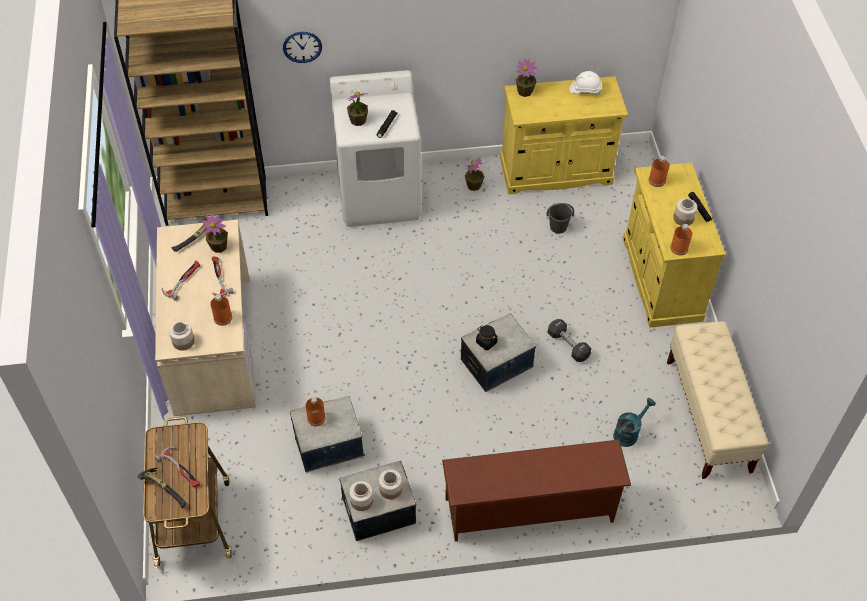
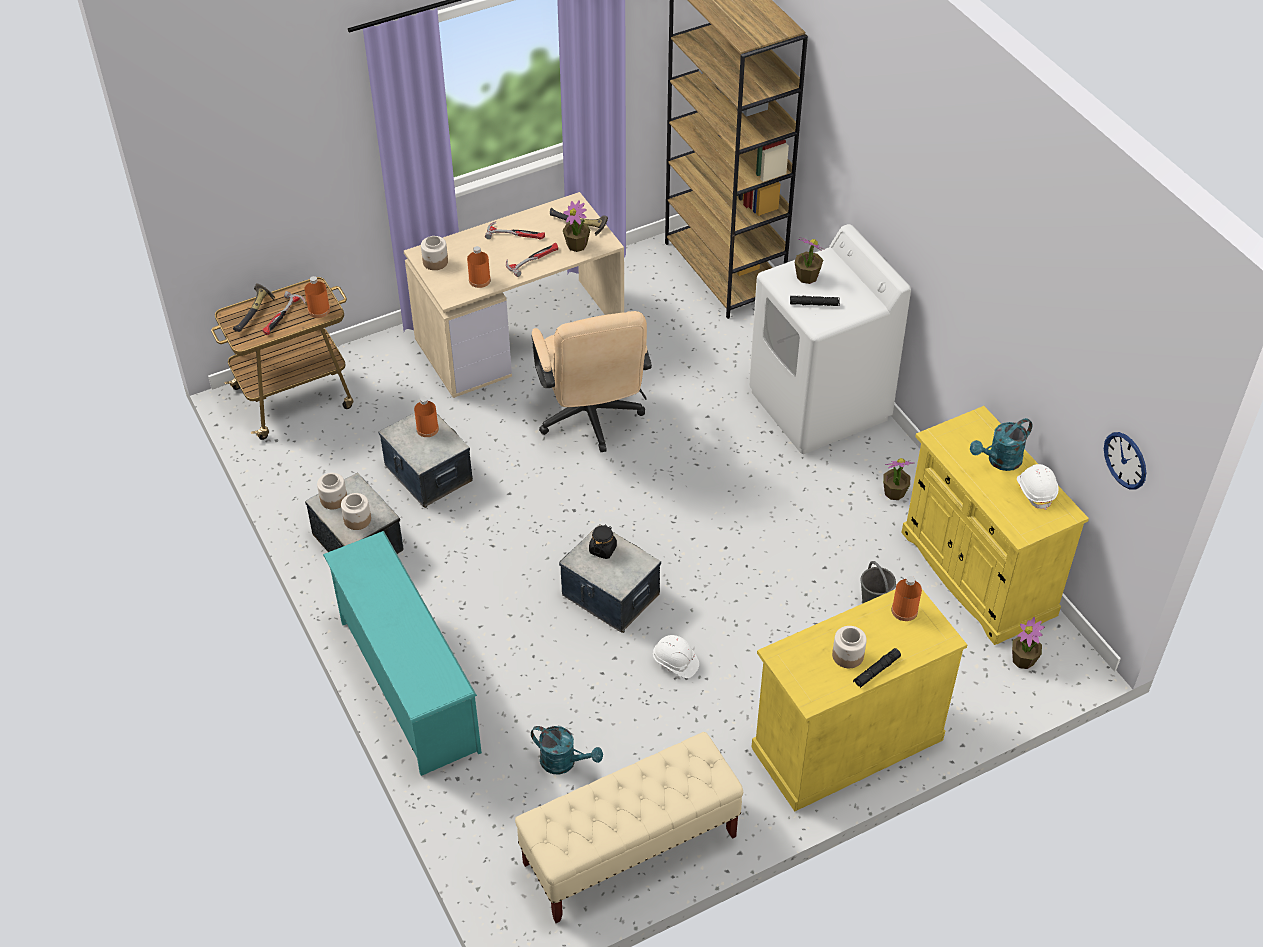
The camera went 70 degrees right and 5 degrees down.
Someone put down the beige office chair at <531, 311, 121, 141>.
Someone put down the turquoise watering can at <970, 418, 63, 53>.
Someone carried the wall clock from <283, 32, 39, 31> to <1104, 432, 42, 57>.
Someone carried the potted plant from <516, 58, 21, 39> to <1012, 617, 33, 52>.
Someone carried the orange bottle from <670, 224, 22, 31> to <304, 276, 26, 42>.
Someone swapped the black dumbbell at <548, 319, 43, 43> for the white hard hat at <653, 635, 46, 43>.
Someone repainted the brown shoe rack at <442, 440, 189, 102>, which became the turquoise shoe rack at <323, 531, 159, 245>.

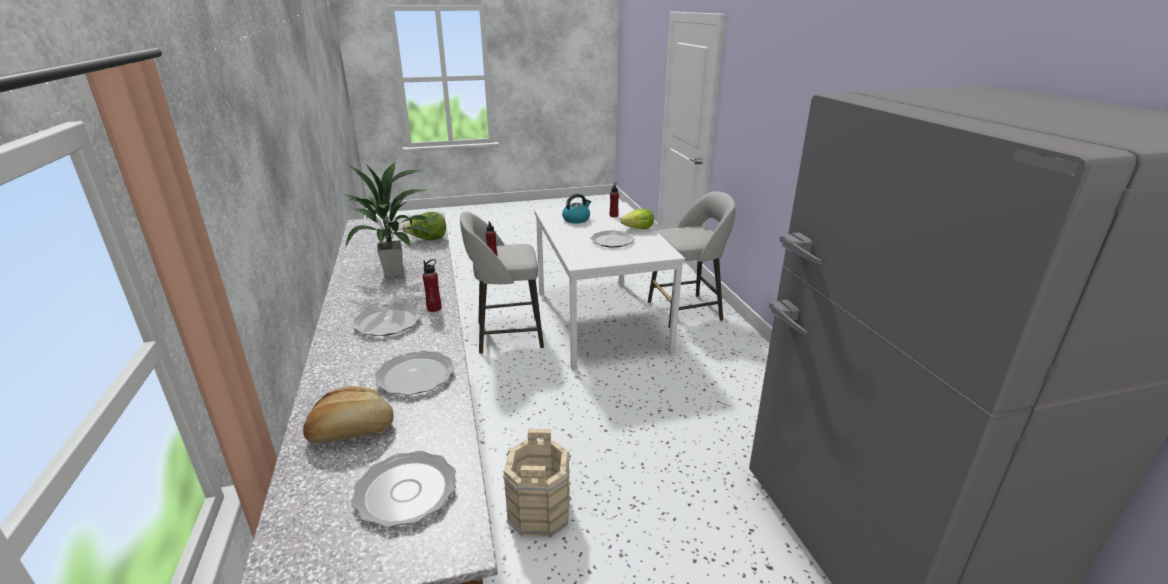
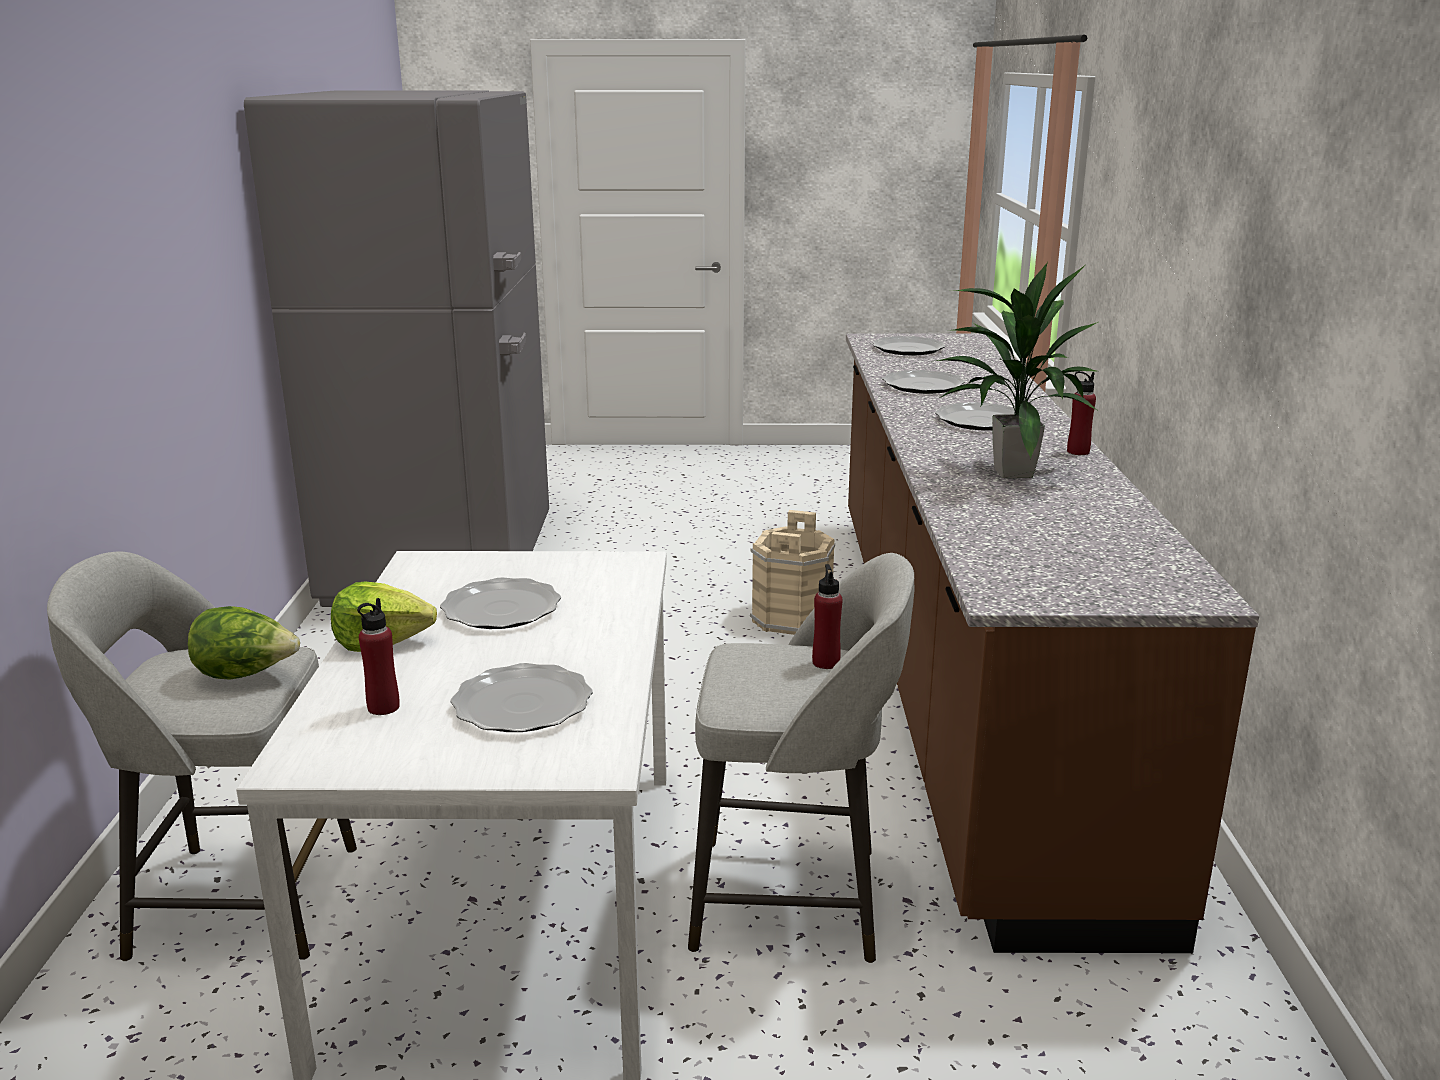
The camera went 165 degrees left and 5 degrees down.
Someone took away the bread at <303, 386, 91, 57>.
Someone carried the lettuce from <402, 212, 44, 28> to <188, 606, 112, 74>.
Someone carried the red bottle from <423, 259, 19, 53> to <1067, 371, 29, 84>.
Someone swapped the kettle at <562, 194, 29, 29> for the plate at <450, 663, 143, 69>.

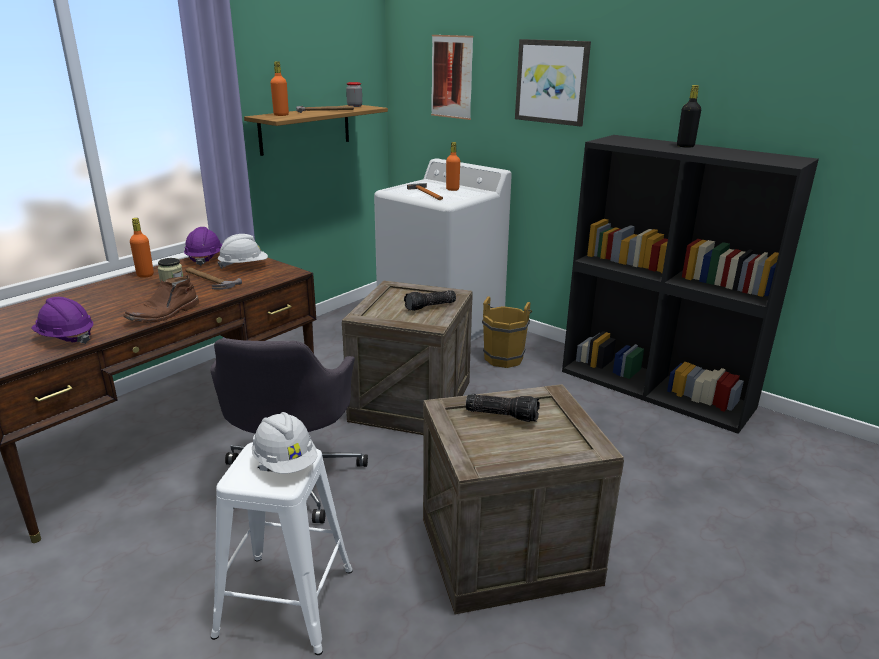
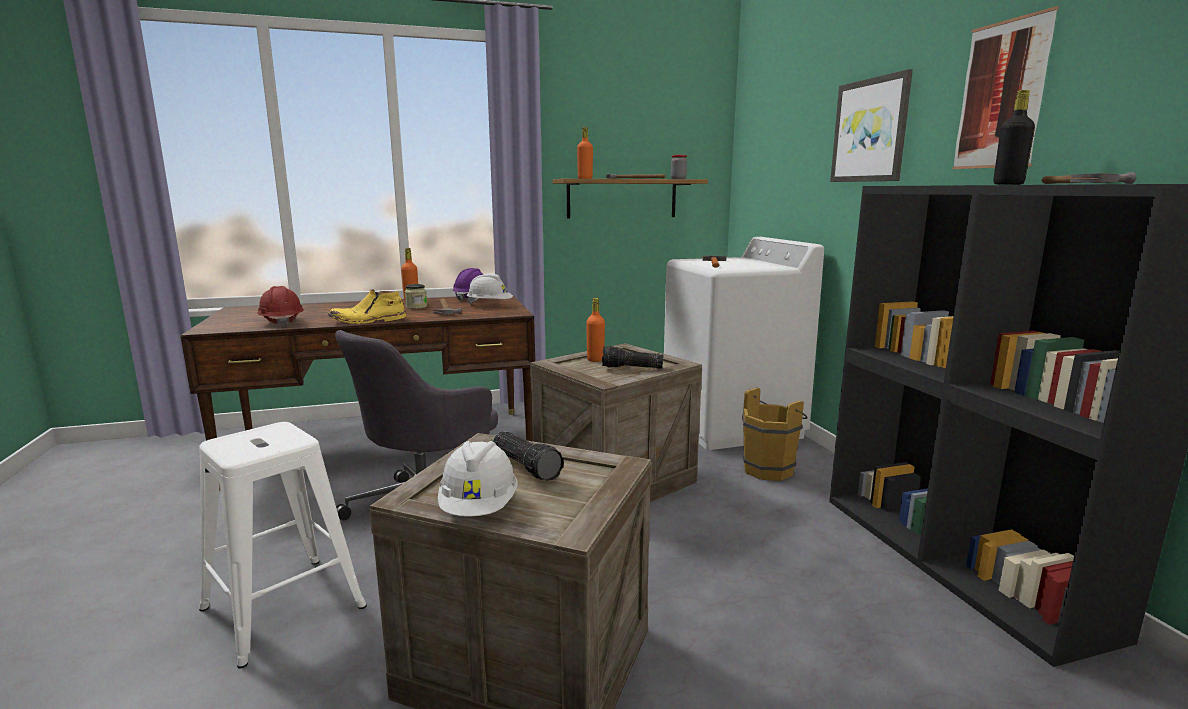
The camera went 35 degrees right and 10 degrees down.
Someone put down the hammer at <1041, 172, 95, 12>.
Someone carried the white hard hat from <252, 412, 66, 62> to <438, 441, 80, 76>.
Someone carried the picture from <431, 35, 43, 85> to <952, 6, 107, 163>.
Someone carried the orange bottle from <446, 142, 14, 49> to <586, 298, 19, 64>.
Someone repainted the purple hard hat at <31, 297, 63, 47>, which became the red hard hat at <258, 286, 46, 41>.
Someone repainted the brown boot at <123, 275, 76, 47>, which became the yellow boot at <328, 289, 78, 35>.

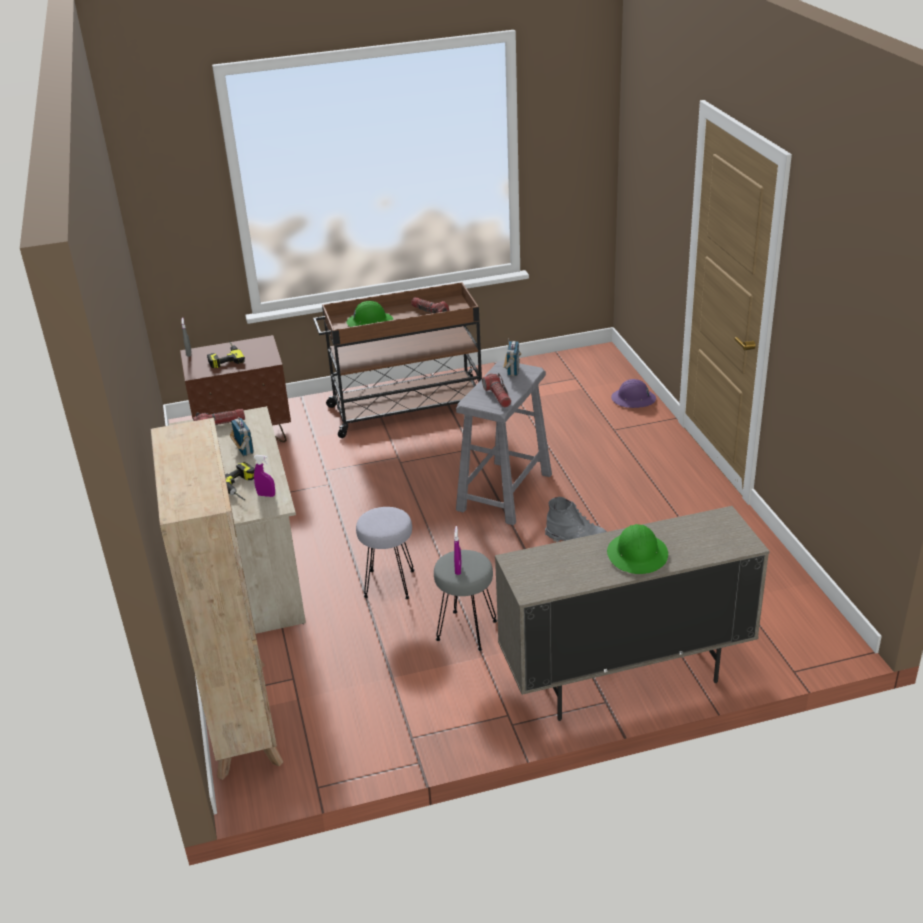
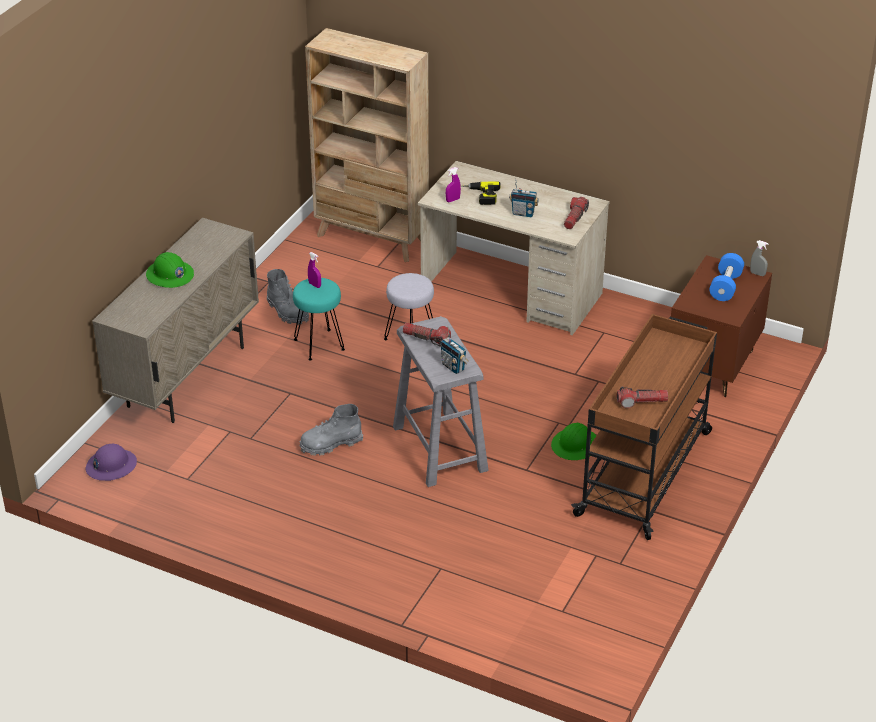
The camera went 130 degrees right and 5 degrees up.
Someone put down the grey boot at <267, 269, 42, 56>.
Someone carried the green hard hat from <346, 301, 47, 26> to <551, 423, 45, 37>.
Someone carried the purple hard hat from <611, 379, 45, 29> to <86, 444, 51, 37>.
Someone swapped the power drill at <207, 341, 38, 27> for the blue dumbbell at <709, 253, 35, 48>.
Someone repainted the grey stool at <434, 550, 63, 101>, which became the turquoise stool at <293, 278, 52, 83>.

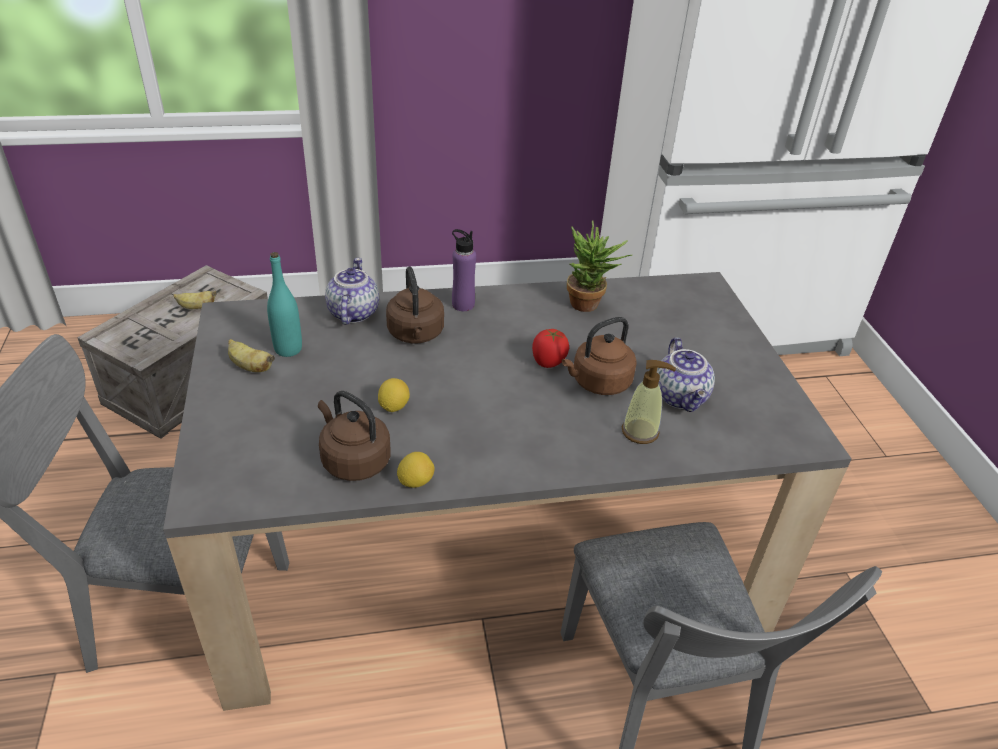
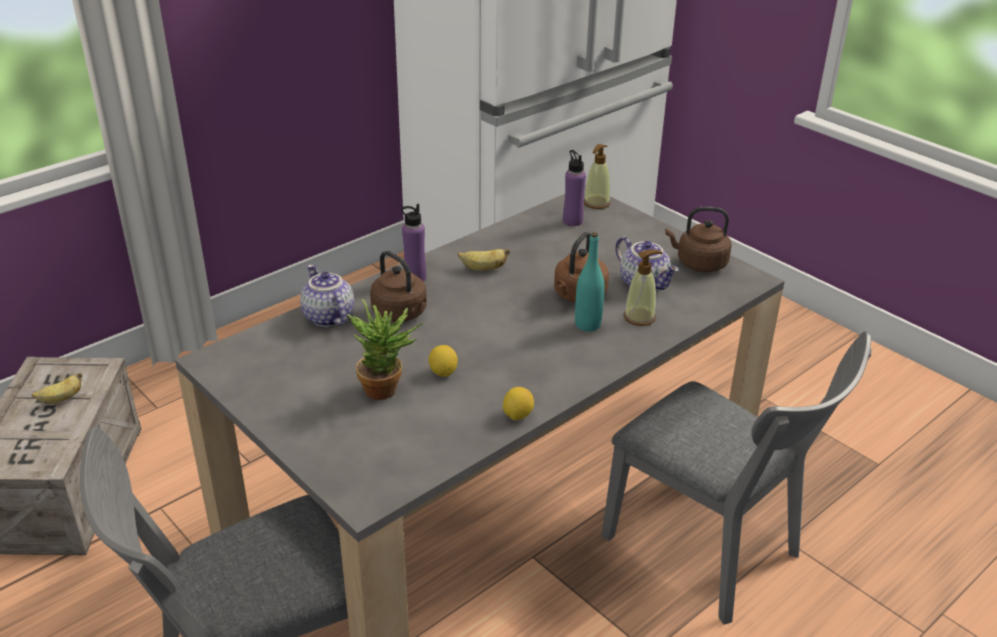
The camera went 30 degrees left and 5 degrees down.
Someone took away the tomato at <532, 329, 37, 39>.
Someone put down the purple bottle at <563, 150, 23, 76>.
Someone put down the soap dispenser at <584, 144, 27, 65>.
Someone carried the banana from <228, 339, 47, 33> to <458, 249, 52, 22>.
Someone carried the turquoise bottle from <267, 252, 35, 105> to <575, 232, 30, 100>.
Someone carried the brown kettle from <318, 391, 73, 90> to <665, 207, 67, 66>.
Someone carried the potted plant from <567, 221, 66, 91> to <347, 299, 78, 101>.

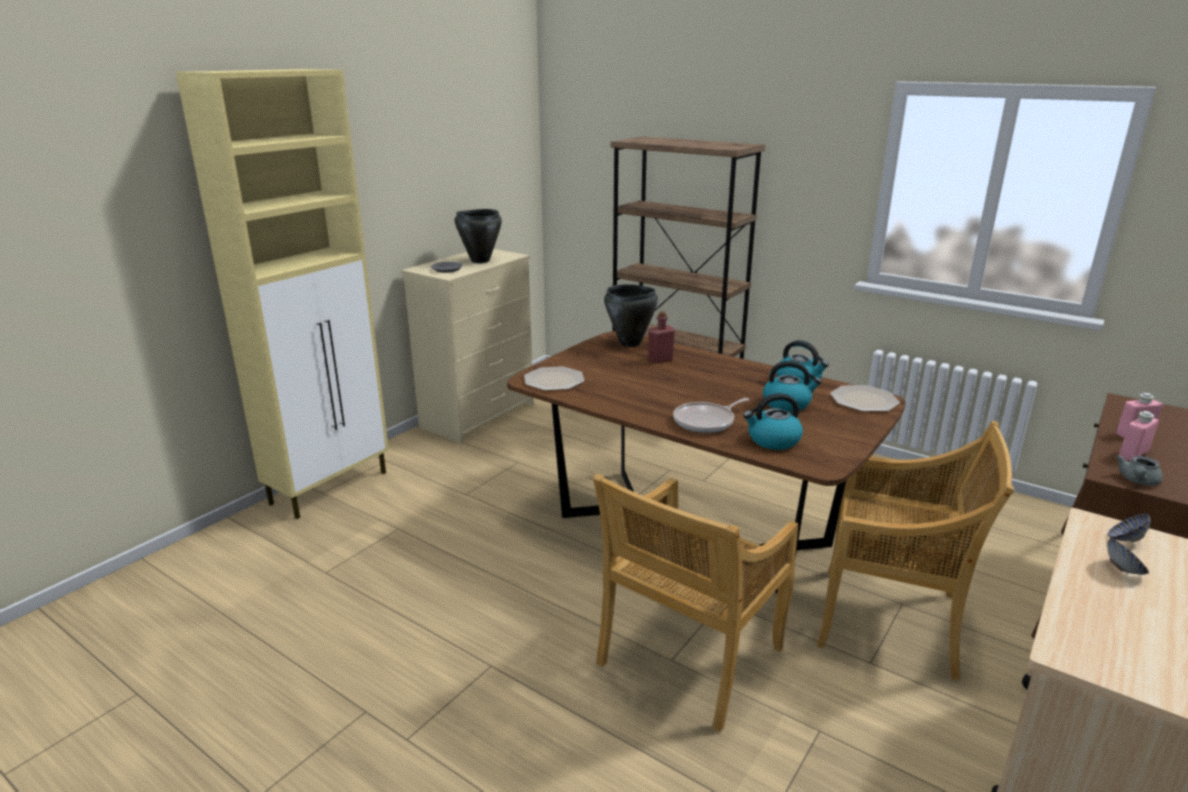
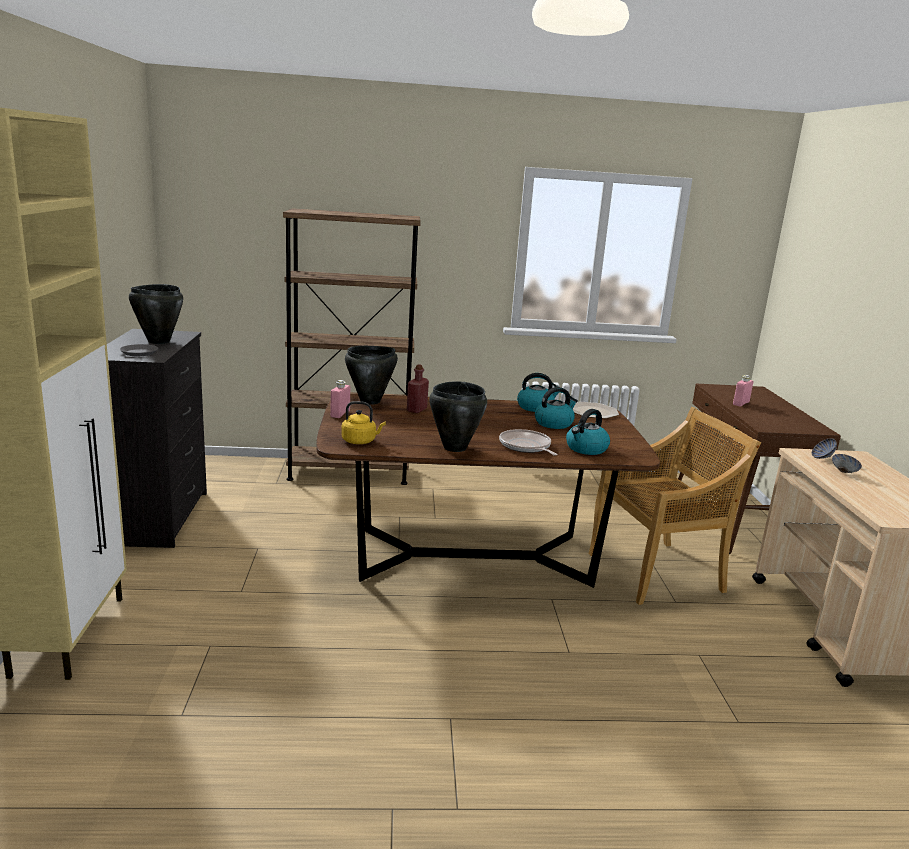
The camera went 40 degrees left and 5 degrees down.
Someone took away the beige chair at <593, 474, 205, 258>.
Someone took away the grey teapot at <1116, 455, 47, 31>.
Someone put down the black cooking pot at <429, 381, 58, 71>.
Someone carried the pink bottle from <1119, 411, 40, 50> to <330, 380, 20, 38>.
Someone swapped the plate at <524, 366, 61, 25> for the yellow kettle at <341, 401, 45, 43>.
Someone repainted the beige dresser at <401, 249, 133, 194>, which became the black dresser at <107, 329, 100, 219>.
Someone rotated the frying pan at <673, 398, 76, 35> by 135 degrees clockwise.

